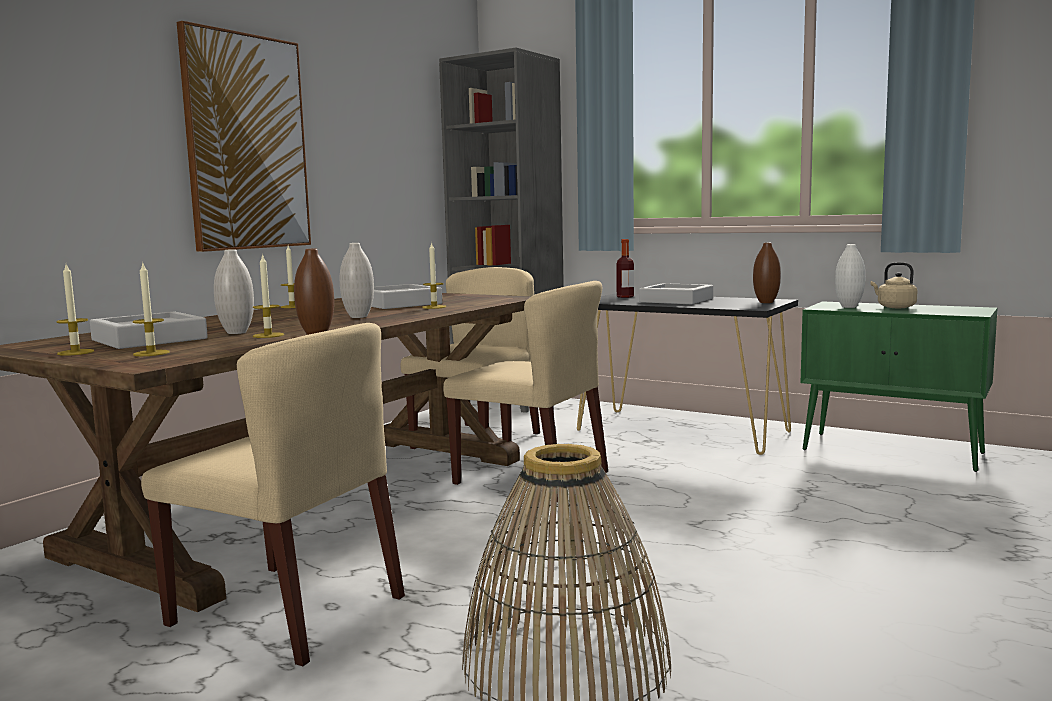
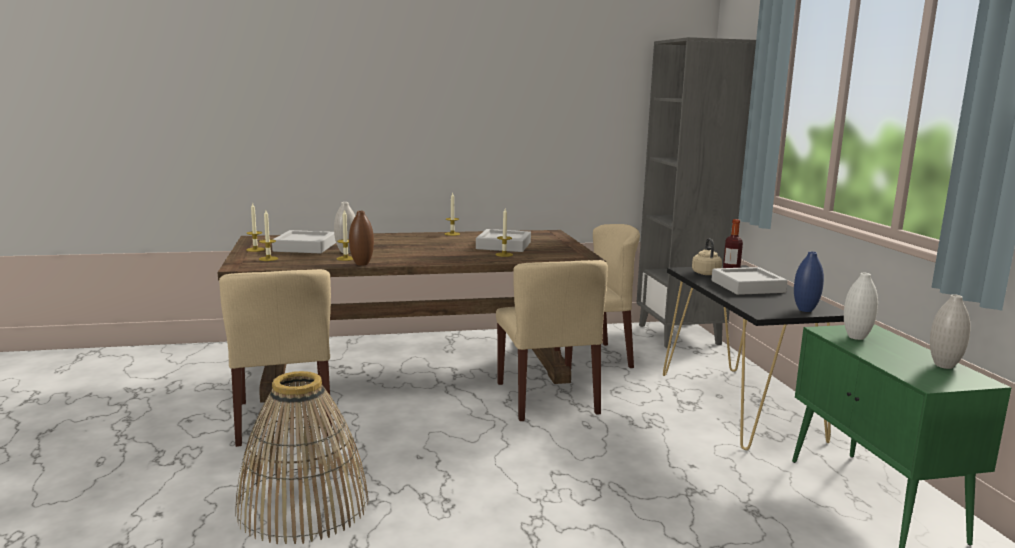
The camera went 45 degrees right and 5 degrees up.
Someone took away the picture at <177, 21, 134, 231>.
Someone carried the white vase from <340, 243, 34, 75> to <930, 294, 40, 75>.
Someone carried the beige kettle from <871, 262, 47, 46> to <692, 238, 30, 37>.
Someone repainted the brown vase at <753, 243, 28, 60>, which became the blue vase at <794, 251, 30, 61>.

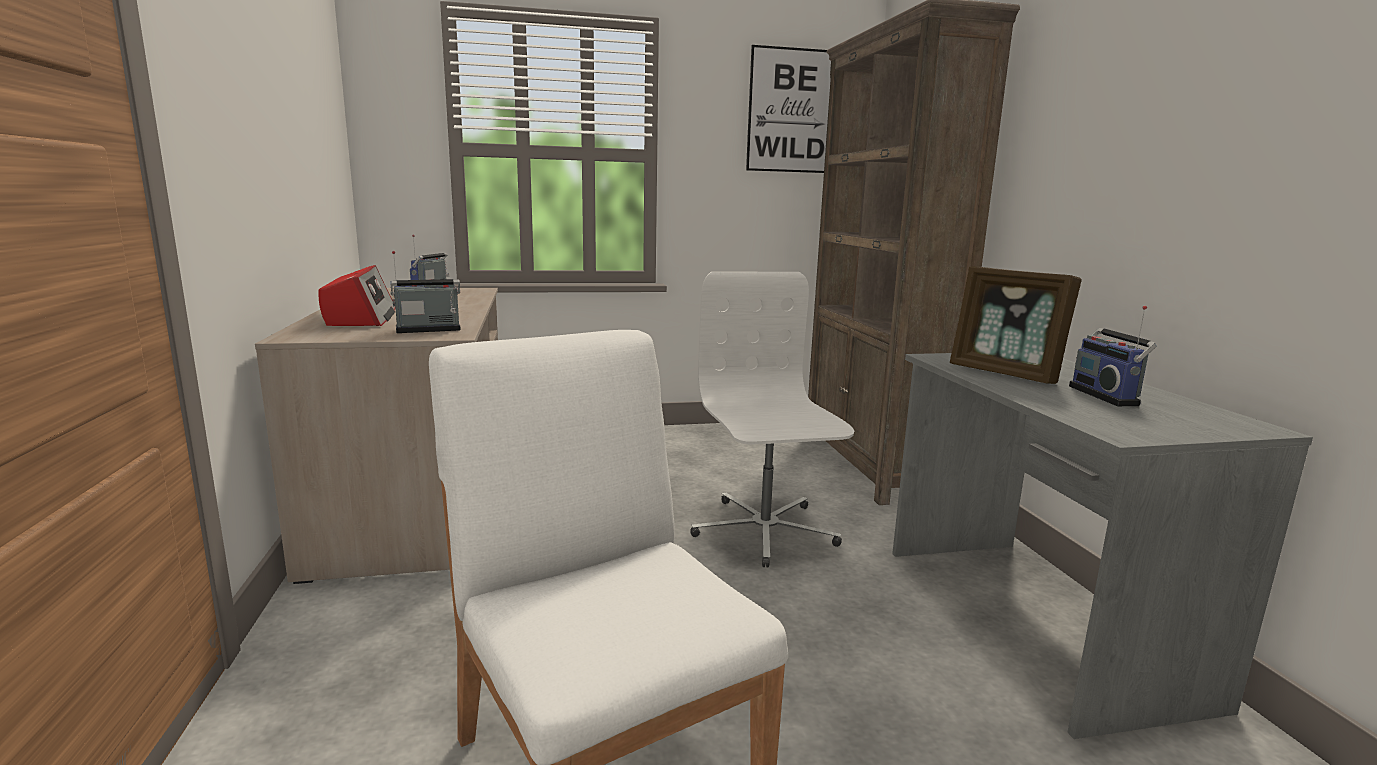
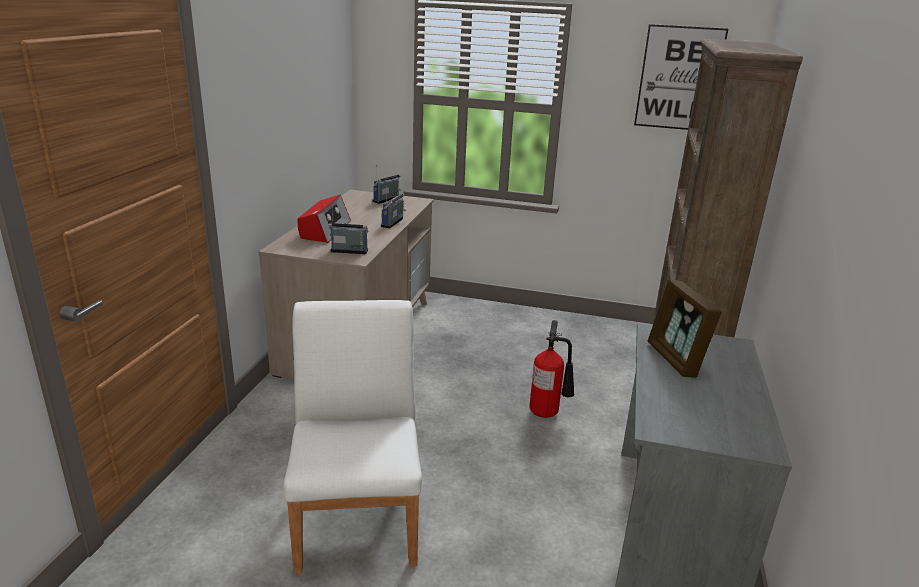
The camera went 25 degrees right and 10 degrees up.
Someone carried the radio from <1069, 306, 88, 100> to <381, 186, 25, 42>.
Someone swapped the white office chair at <690, 272, 164, 296> for the fire extinguisher at <530, 320, 45, 98>.

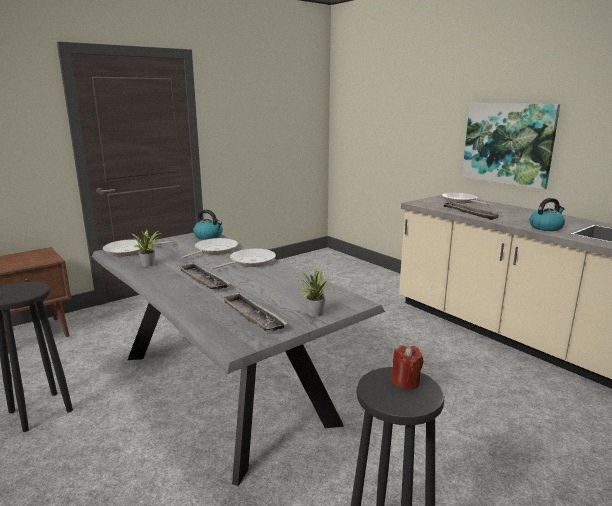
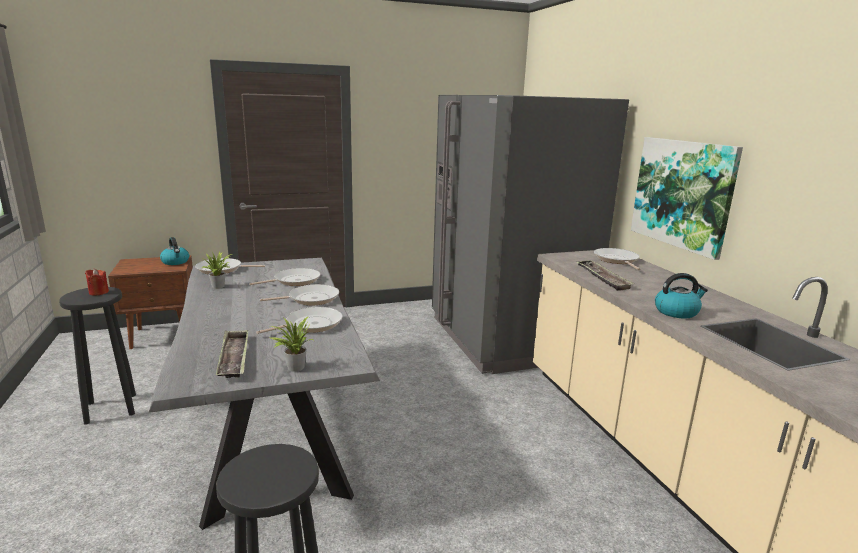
The camera went 20 degrees right and 0 degrees up.
Someone took away the tray at <177, 262, 54, 27>.
Someone put down the frying pan at <256, 307, 87, 27>.
Someone put down the grey fridge at <432, 95, 197, 279>.
Someone carried the kettle from <193, 209, 30, 31> to <160, 237, 29, 28>.
Someone carried the red candle from <391, 346, 33, 43> to <85, 269, 24, 26>.

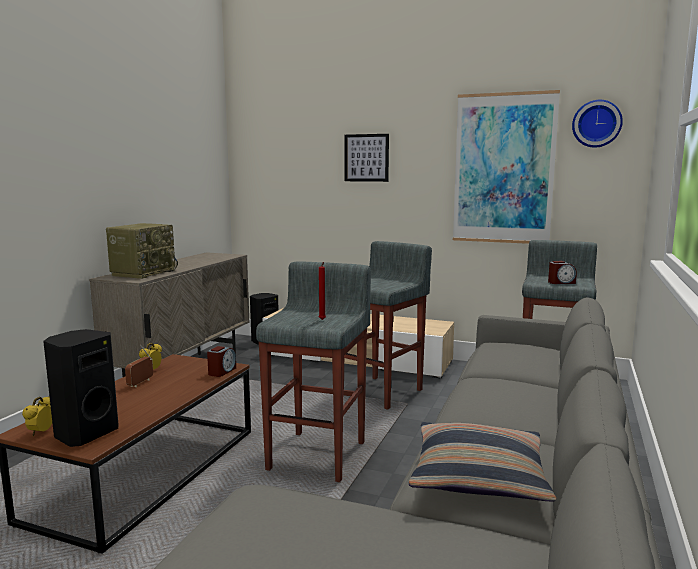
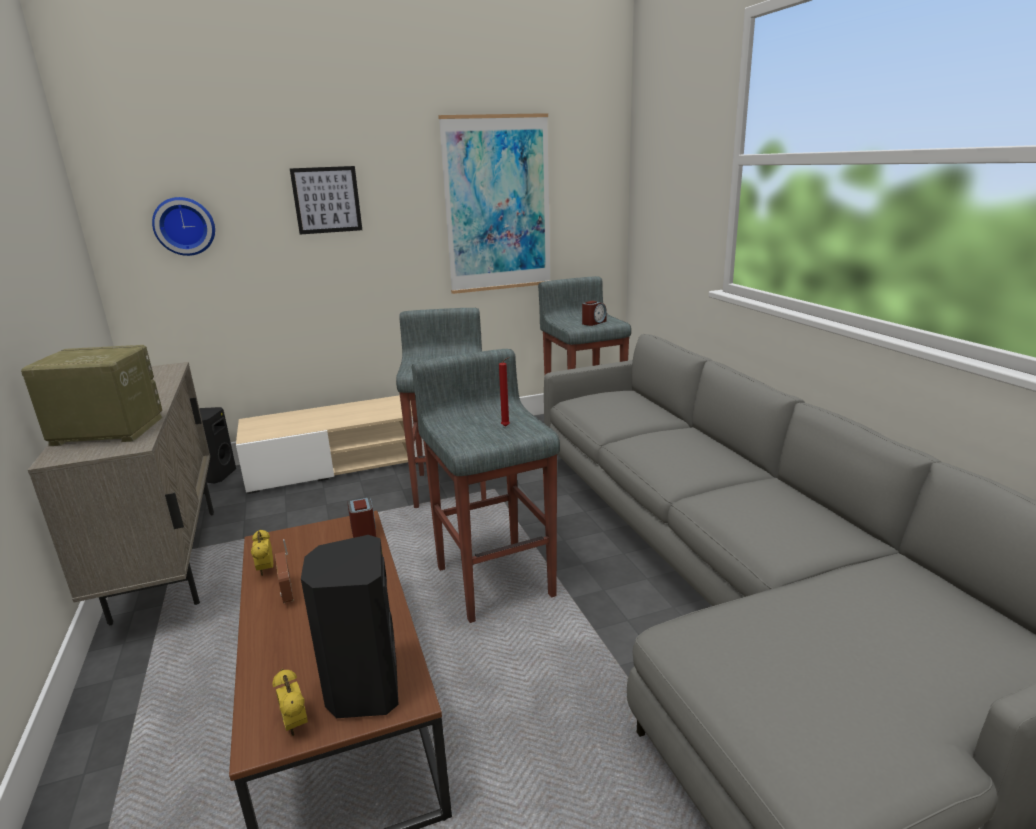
The camera went 40 degrees left and 10 degrees up.
Someone took away the pillow at <409, 422, 147, 79>.
Someone carried the wall clock from <572, 100, 51, 48> to <152, 197, 63, 59>.
Someone rotated the radio at <106, 223, 72, 56> by 75 degrees counterclockwise.

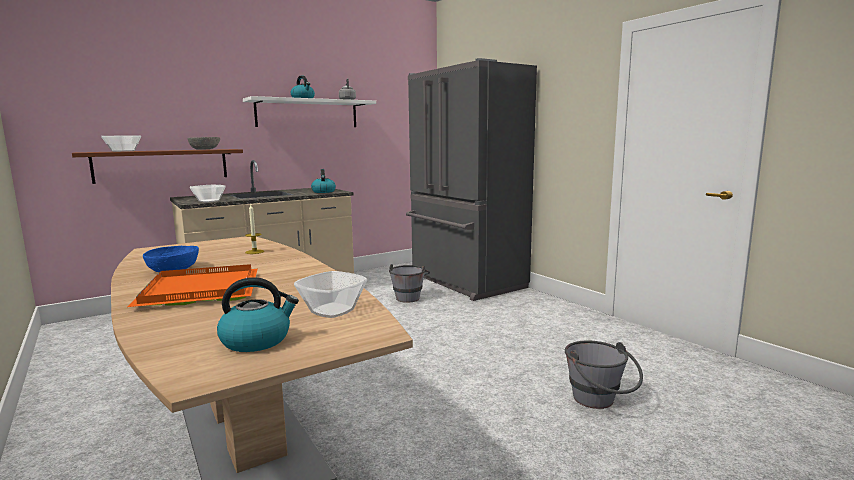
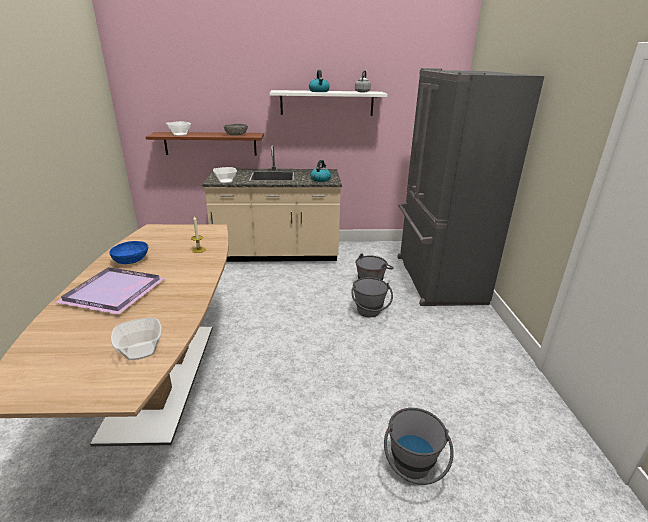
The camera went 30 degrees right and 15 degrees up.
Someone took away the kettle at <217, 277, 82, 75>.
Someone put down the grey bucket at <352, 277, 41, 40>.
Someone repainted the orange tray at <128, 264, 129, 43>, which became the purple tray at <55, 267, 110, 48>.

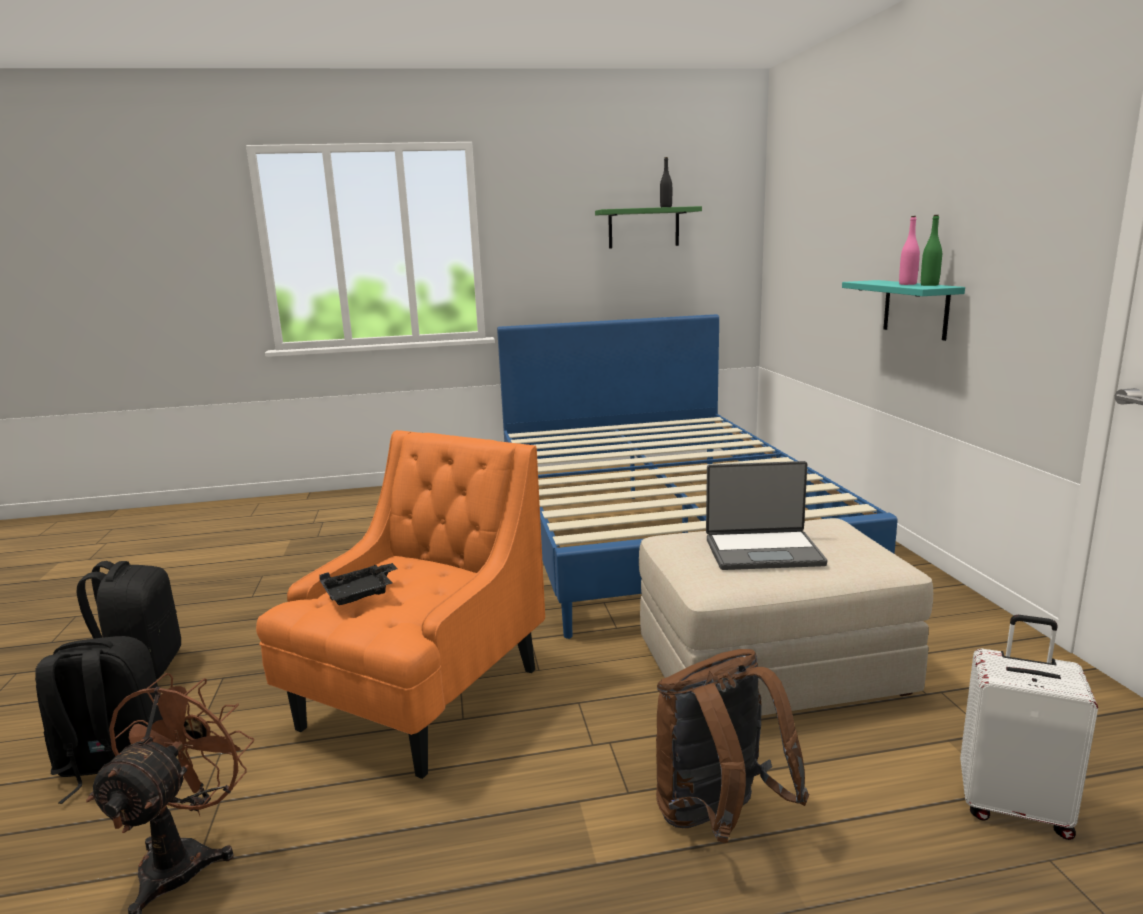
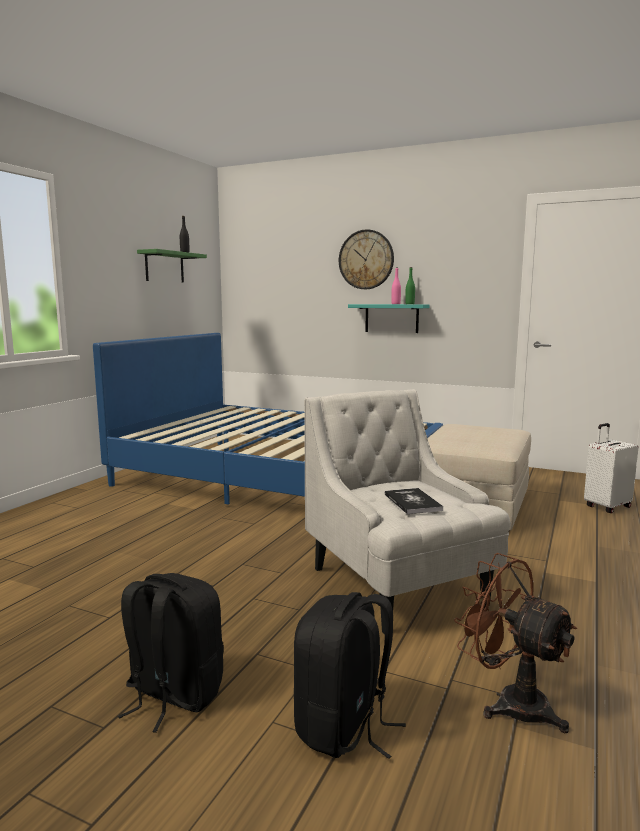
The camera went 55 degrees left and 5 degrees down.
Someone took away the brown backpack at <656, 649, 153, 194>.
Someone took away the laptop at <706, 461, 122, 109>.
Someone put up the wall clock at <339, 229, 55, 60>.
Someone swapped the black tray at <319, 563, 78, 42> for the book at <385, 488, 58, 26>.
Someone repainted the orange armchair at <256, 430, 289, 349>, which became the white armchair at <304, 389, 207, 245>.

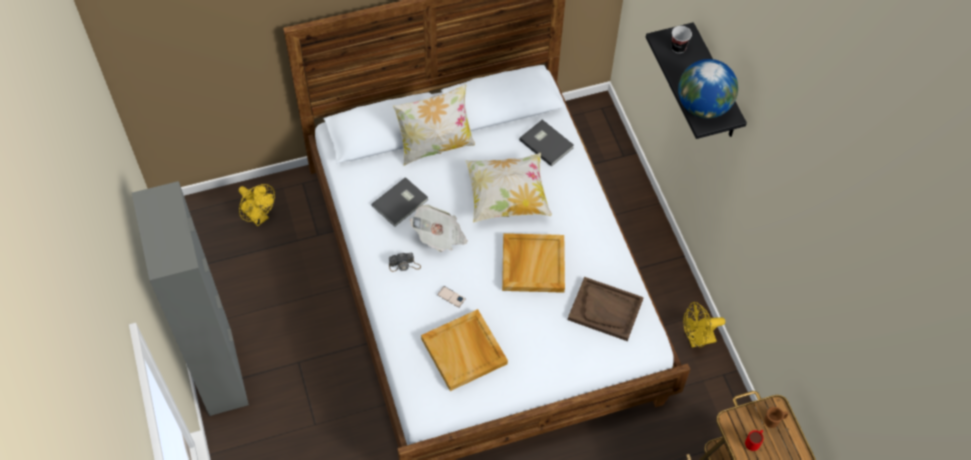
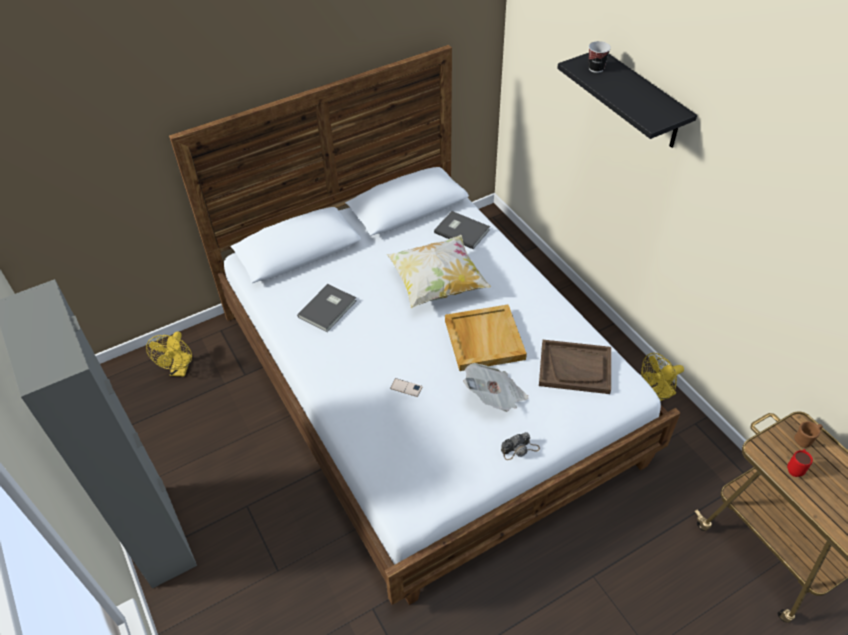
The camera went 10 degrees left and 10 degrees down.
Someone took away the pillow at <393, 84, 82, 82>.
Someone took away the beige tray at <421, 309, 87, 82>.
Someone took away the globe at <678, 59, 60, 59>.
Someone carried the photo camera from <389, 253, 32, 19> to <501, 432, 39, 28>.
Someone carried the newspaper from <410, 205, 57, 47> to <463, 363, 65, 49>.
Someone rotated the yellow fan at <239, 184, 36, 42> by 60 degrees clockwise.

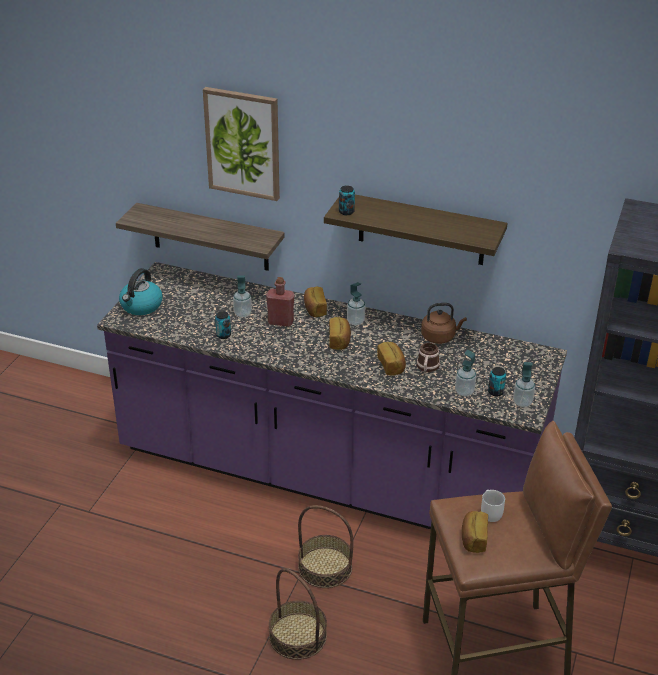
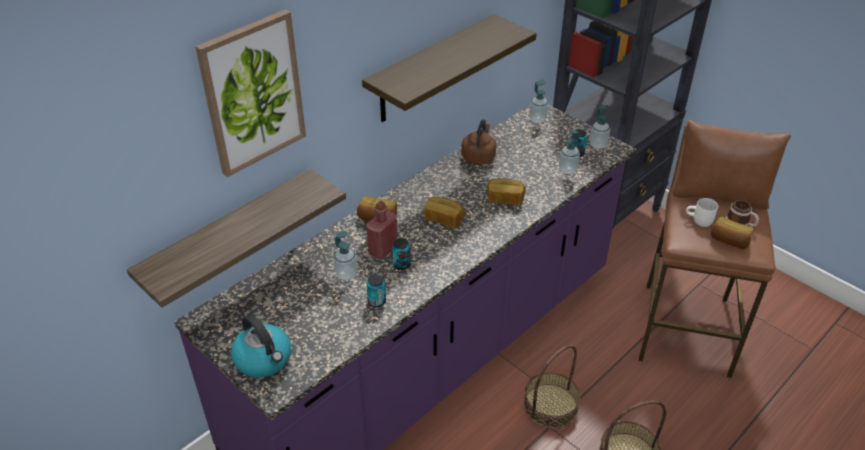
The camera went 65 degrees left and 5 degrees up.
Someone carried the can from <339, 185, 16, 30> to <392, 238, 19, 32>.
Someone carried the soap dispenser from <347, 282, 18, 43> to <529, 79, 19, 44>.
Someone carried the mug from <417, 343, 23, 29> to <726, 200, 33, 27>.

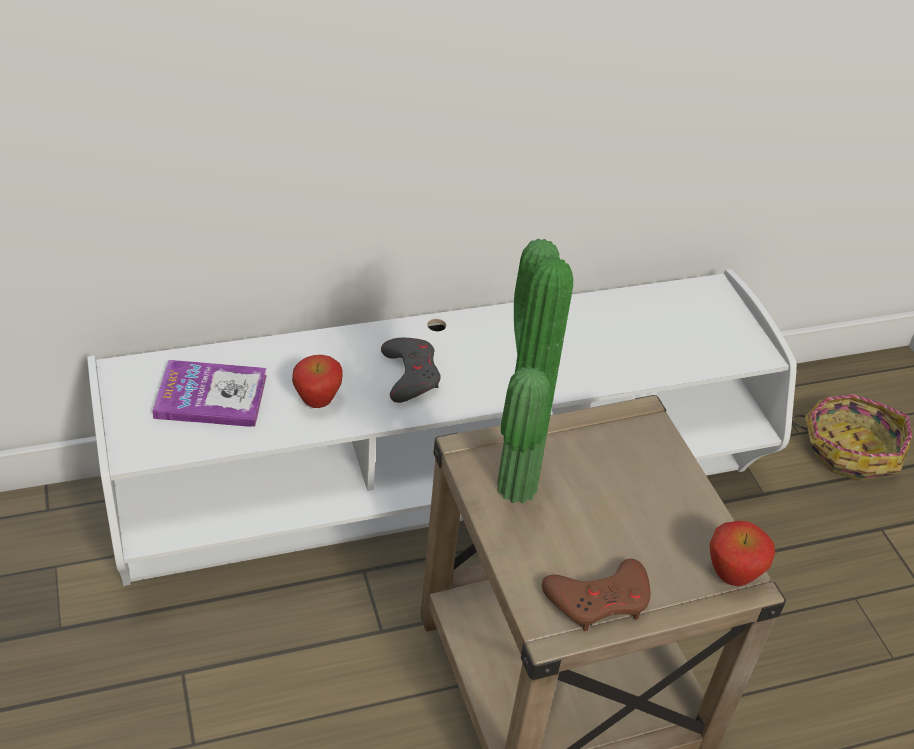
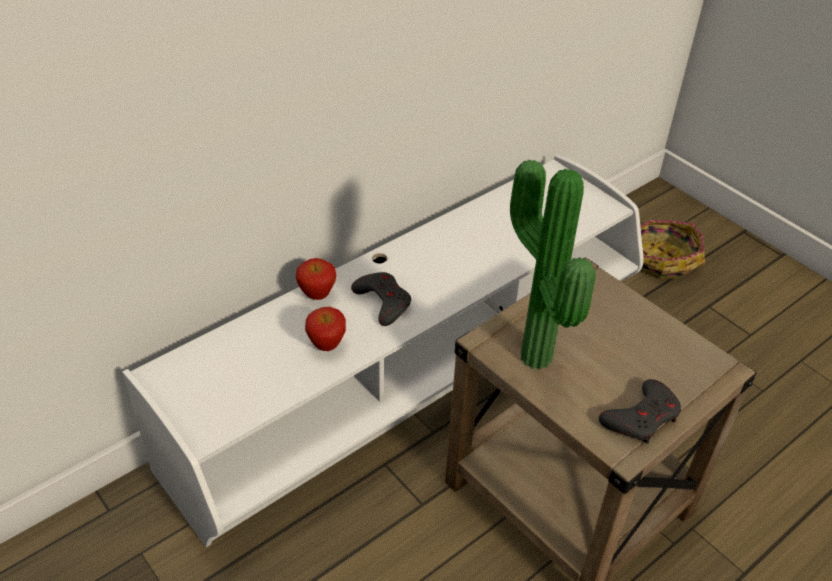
The camera went 20 degrees left and 0 degrees up.
Someone took away the book at <152, 360, 115, 67>.
Someone carried the apple from <709, 521, 66, 66> to <296, 258, 40, 42>.
Someone repainted the brown game controller at <542, 559, 109, 72>, which became the grey game controller at <599, 379, 82, 65>.

